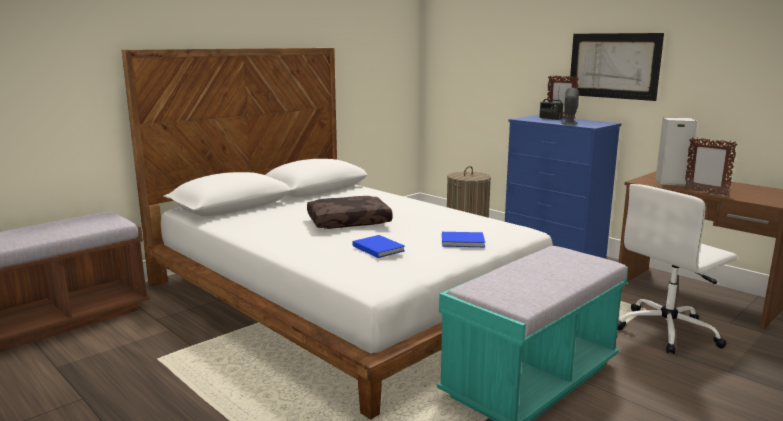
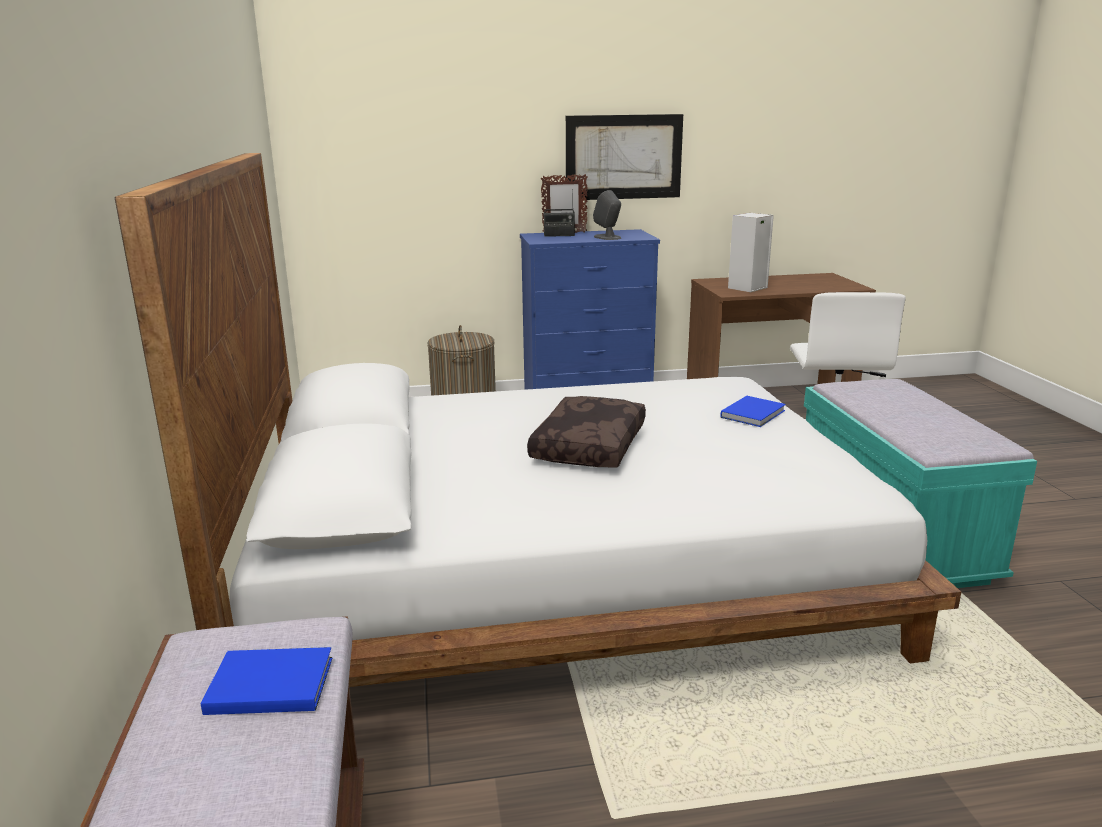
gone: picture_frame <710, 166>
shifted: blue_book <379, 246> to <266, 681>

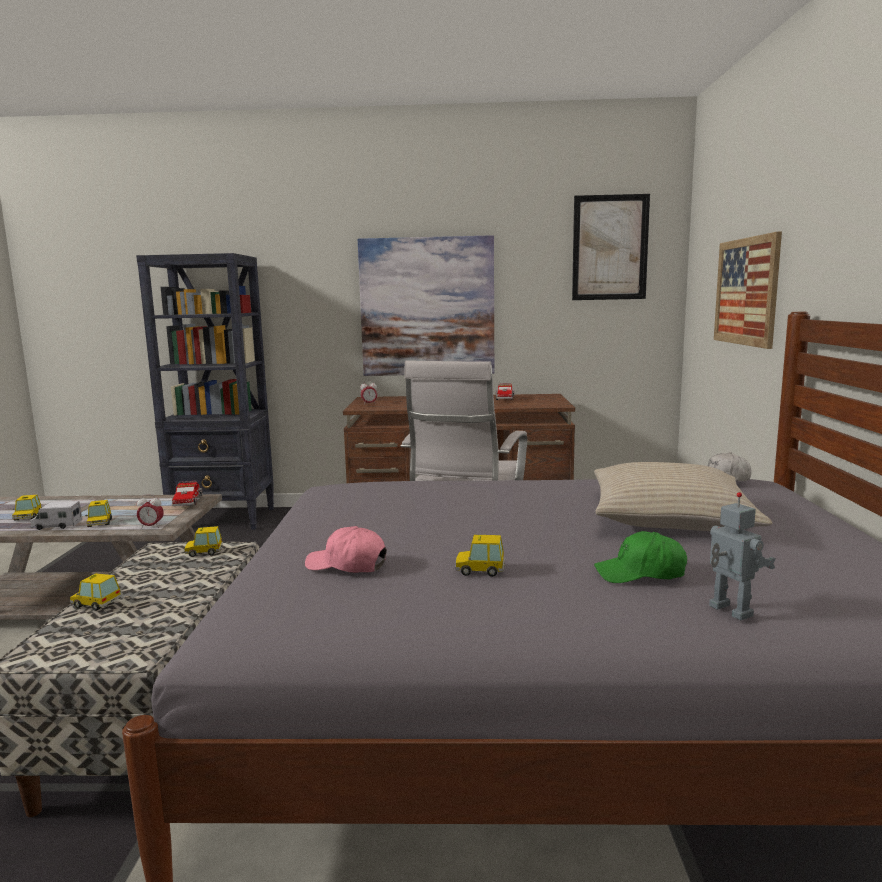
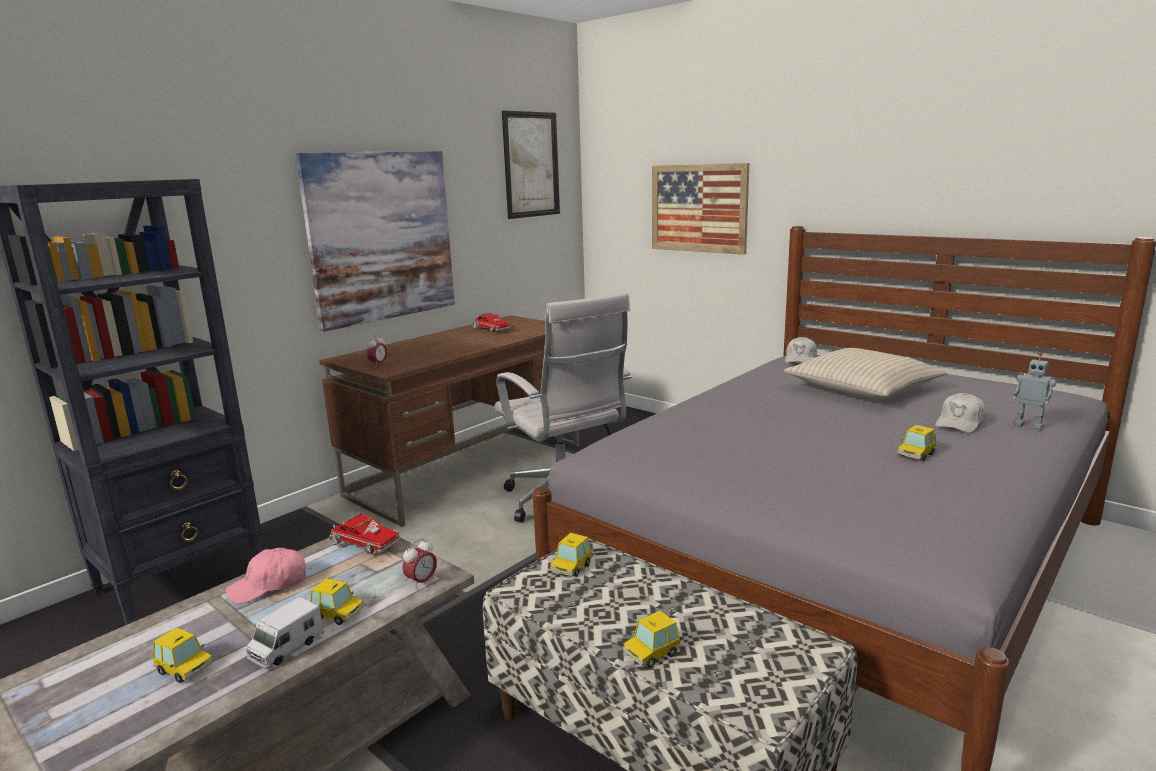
shifted: pink_cap <346, 549> to <265, 576>
repainted: green_cap <640, 557> to white_cap <960, 413>
rotated: toy_robot <742, 556> = <1034, 390> 150 degrees counterclockwise

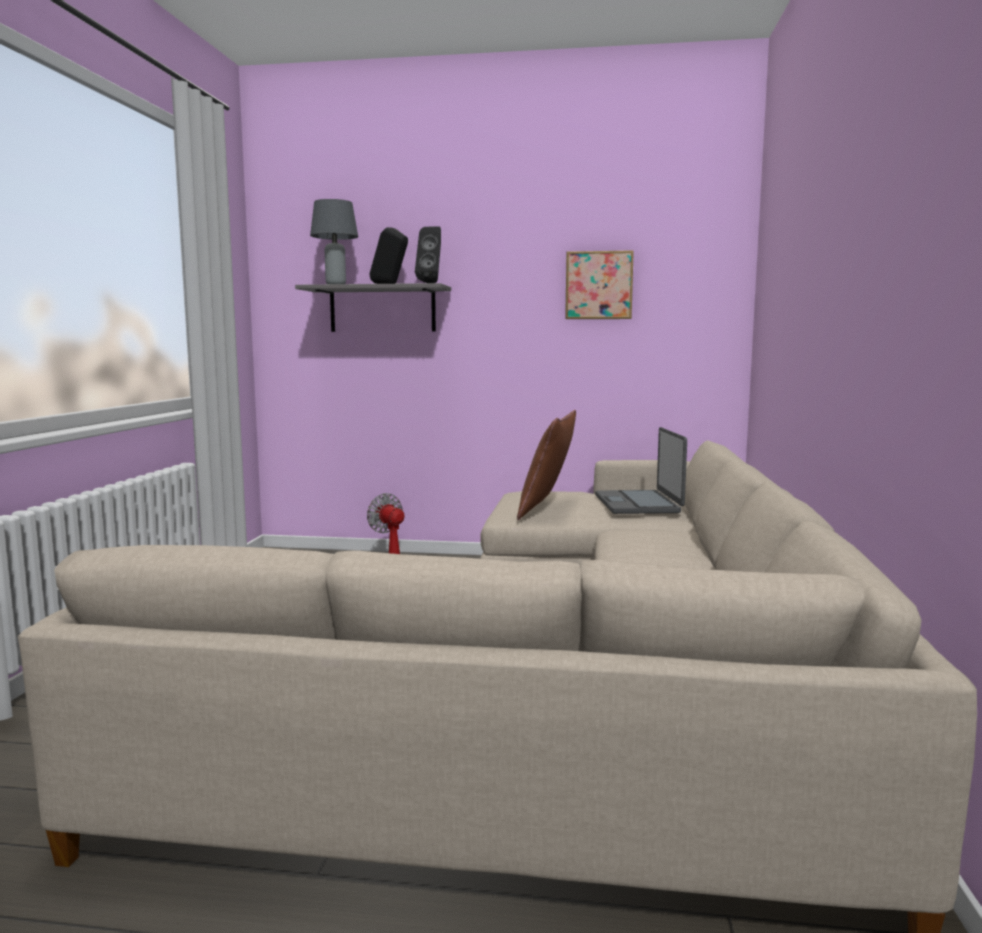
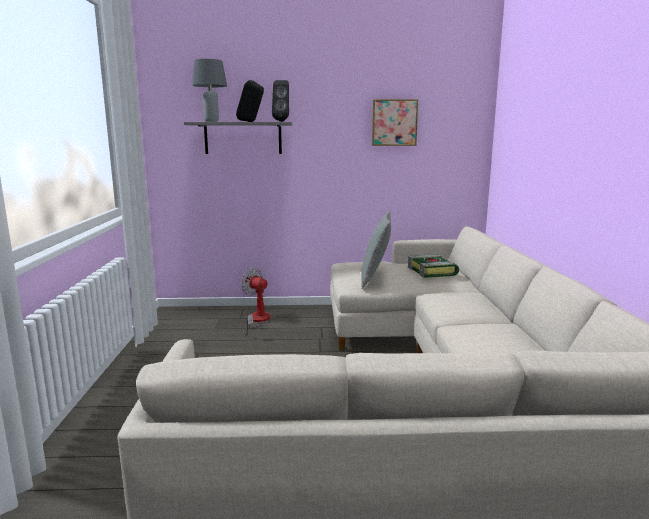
swapped: laptop <641, 470> to book <433, 266>
repainted: brown_pillow <546, 465> to grey_pillow <376, 250>

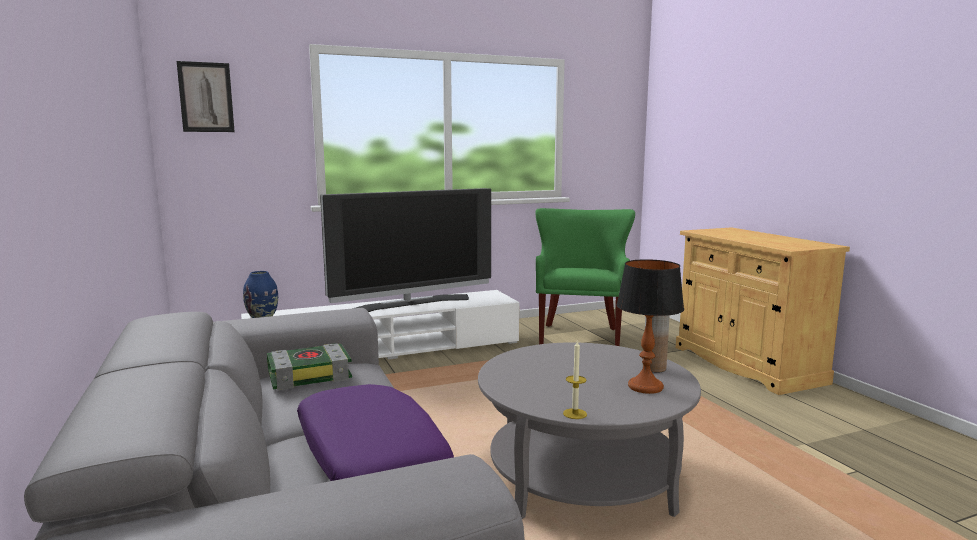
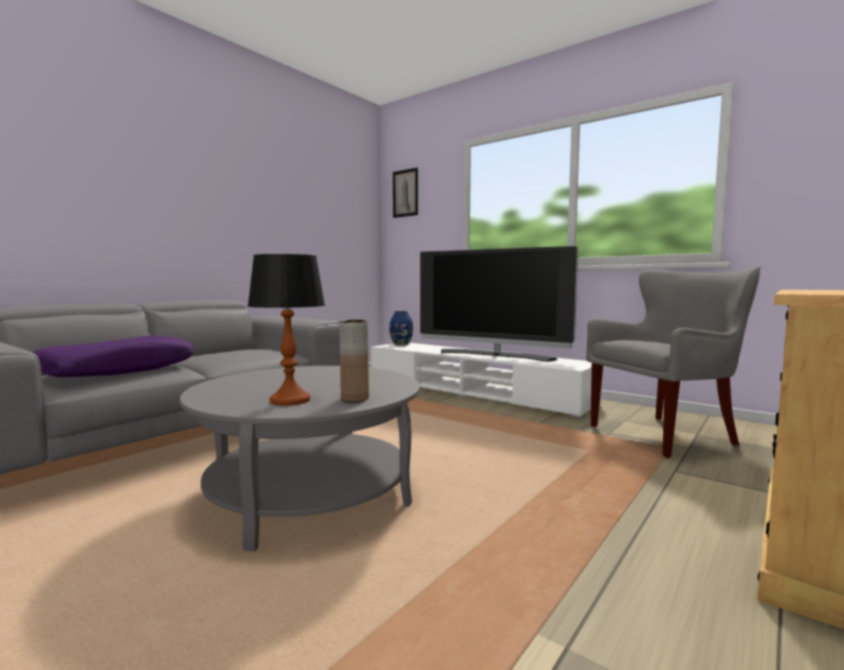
gone: book <309, 366>; candle <575, 380>
repainted: green_armchair <585, 277> to grey_armchair <673, 362>

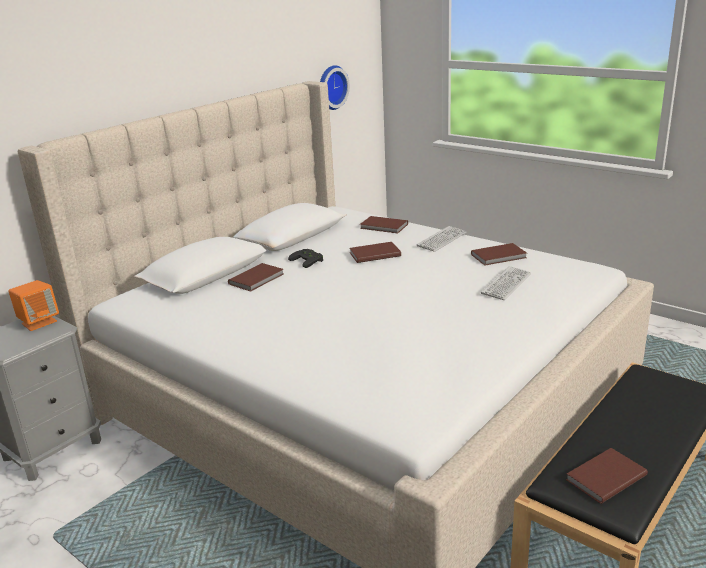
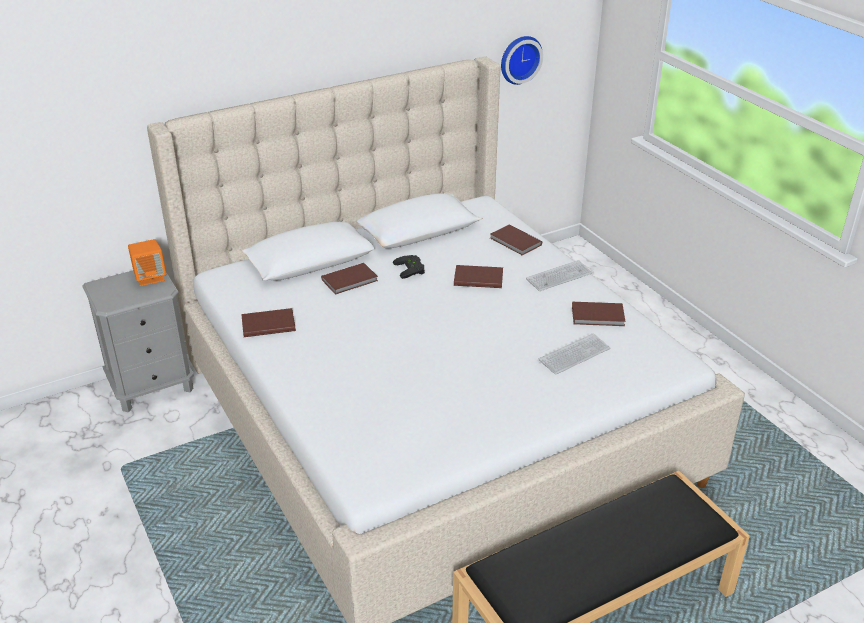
shifted: brown_book <607, 476> to <268, 322>

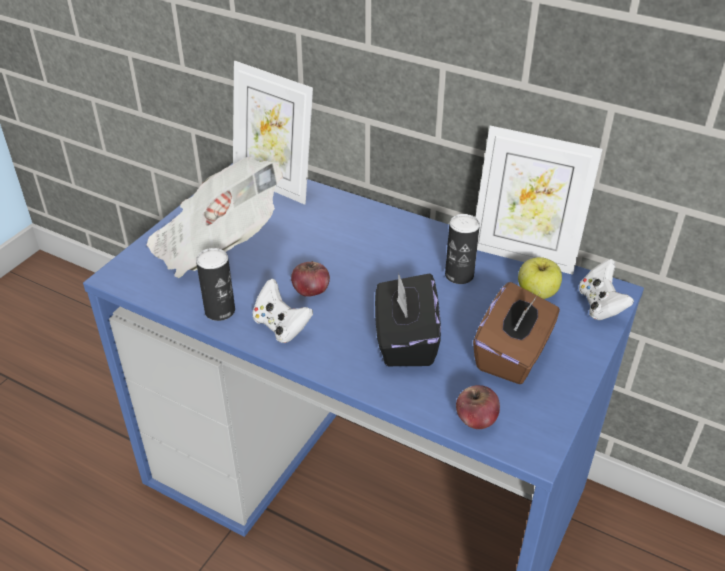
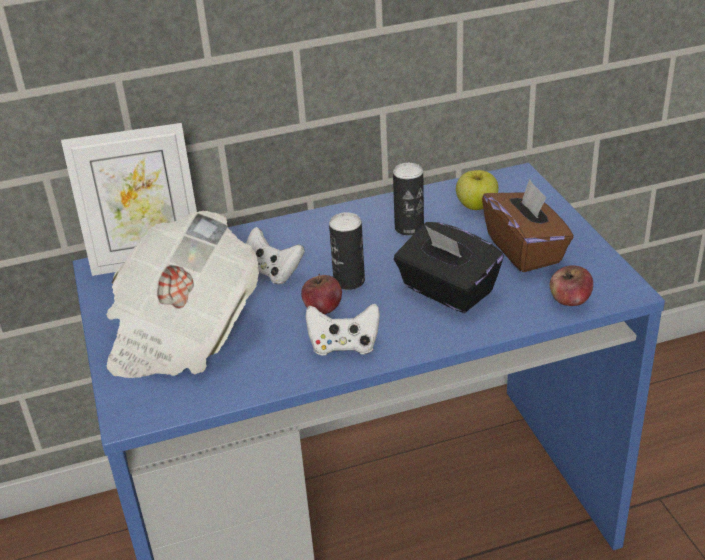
gone: picture_frame <539, 200>
shifted: can <215, 284> to <347, 251>; white_game_controller <606, 289> to <275, 255>

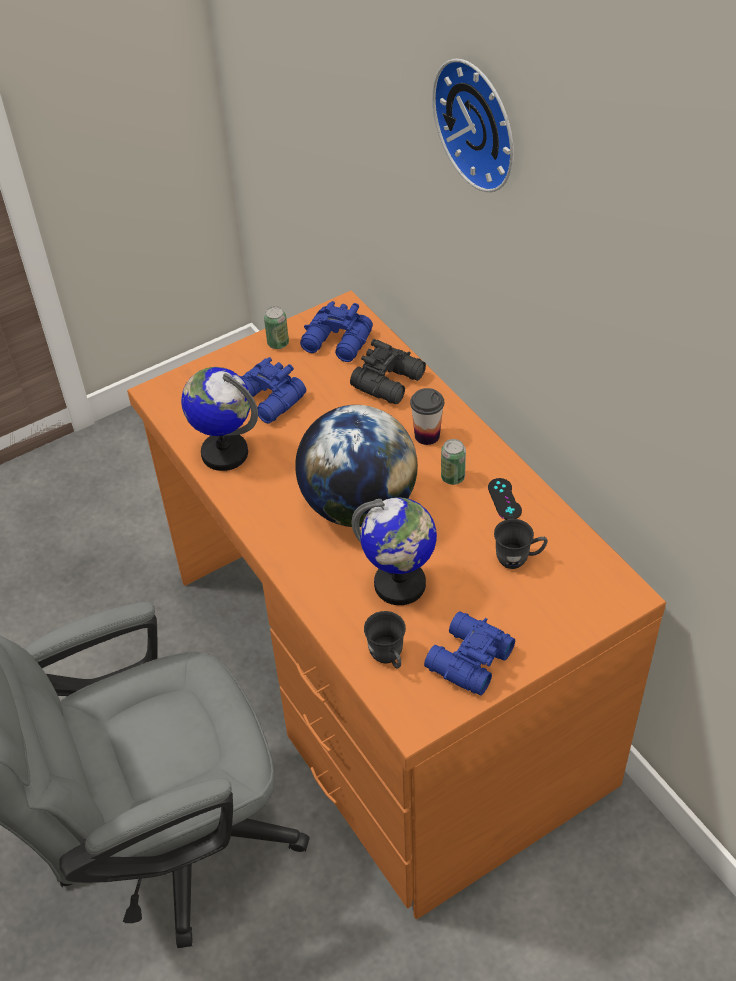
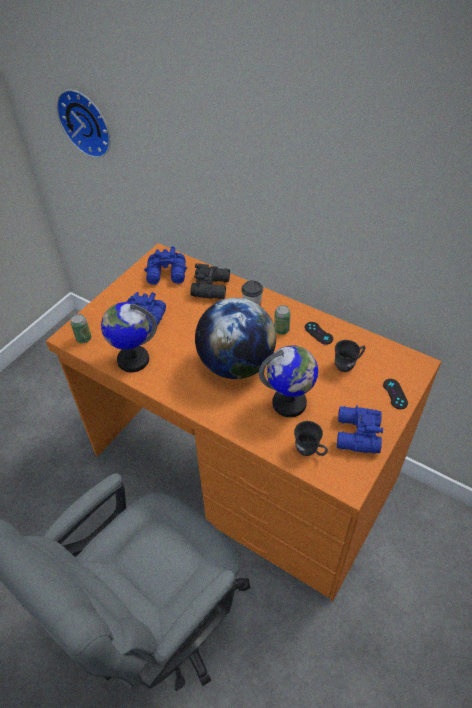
new: black_game_controller <395, 394>
shifted: can <276, 327> to <80, 328>; wall_clock <473, 125> to <83, 123>

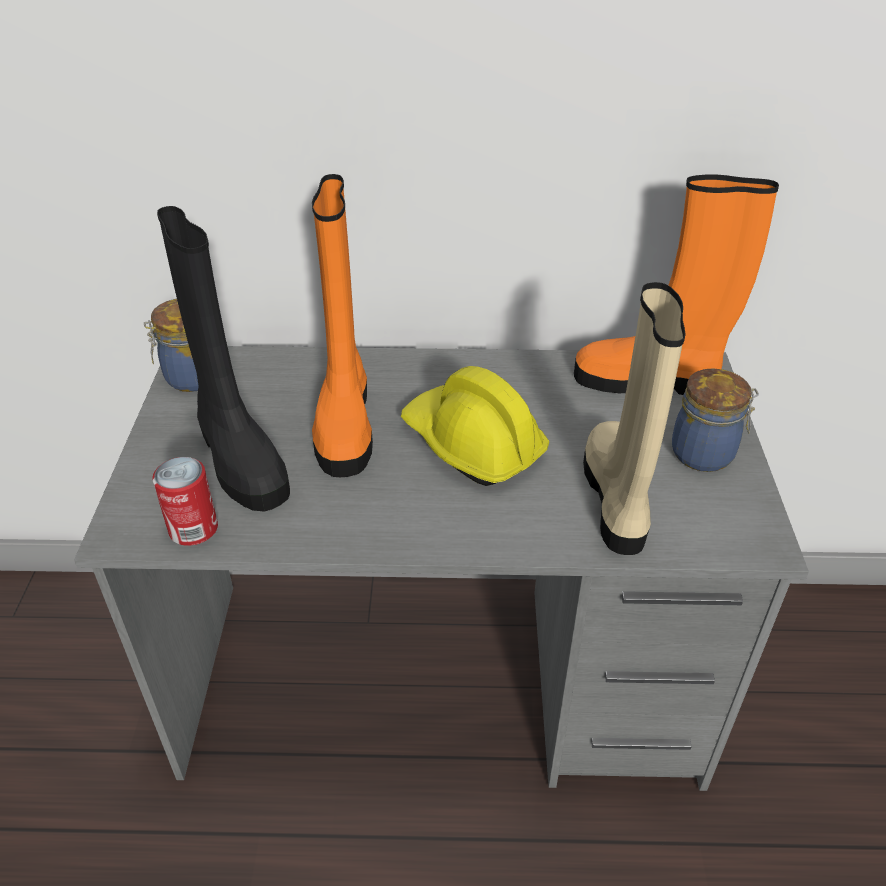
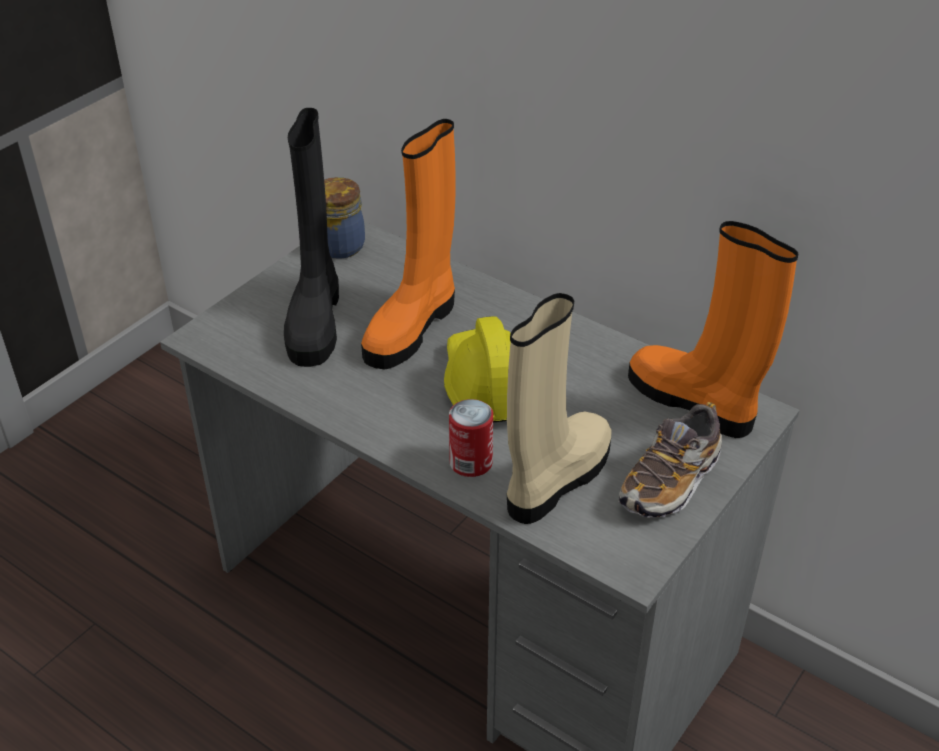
shifted: can <185, 501> to <471, 438>
swapped: jar <715, 420> to shoe <670, 459>

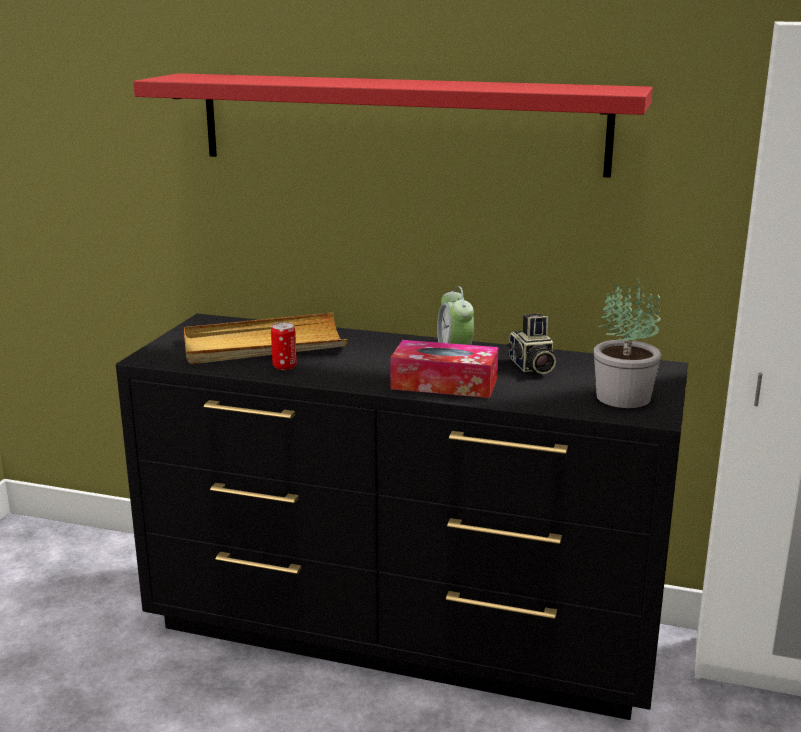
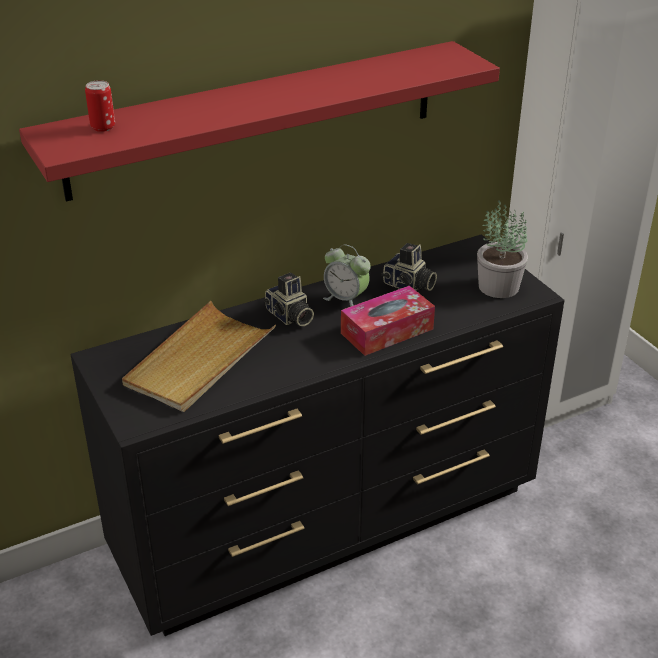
new: photo_camera <288, 299>
shifted: can <284, 346> to <100, 106>

